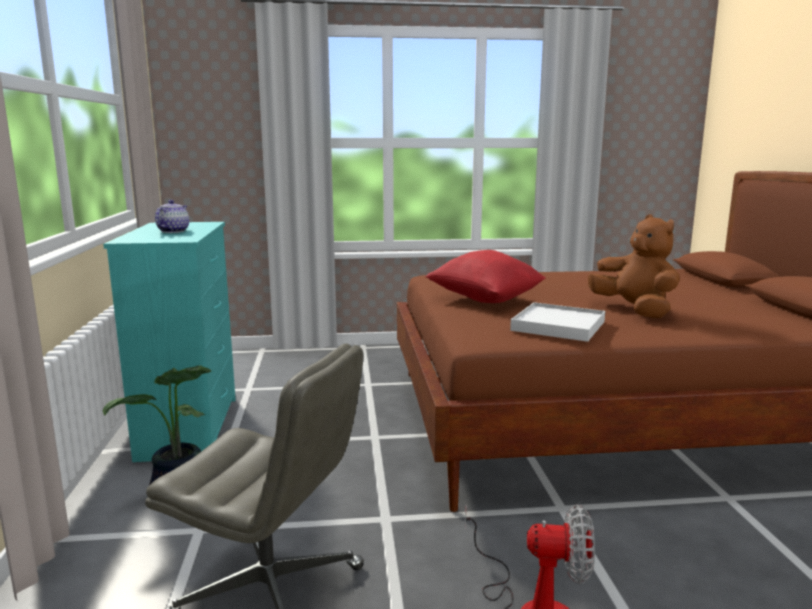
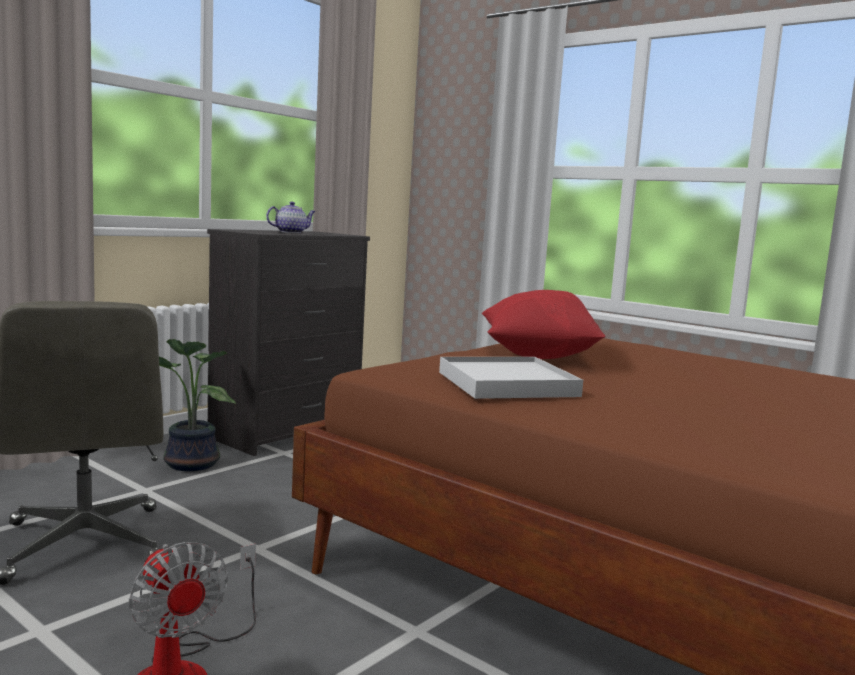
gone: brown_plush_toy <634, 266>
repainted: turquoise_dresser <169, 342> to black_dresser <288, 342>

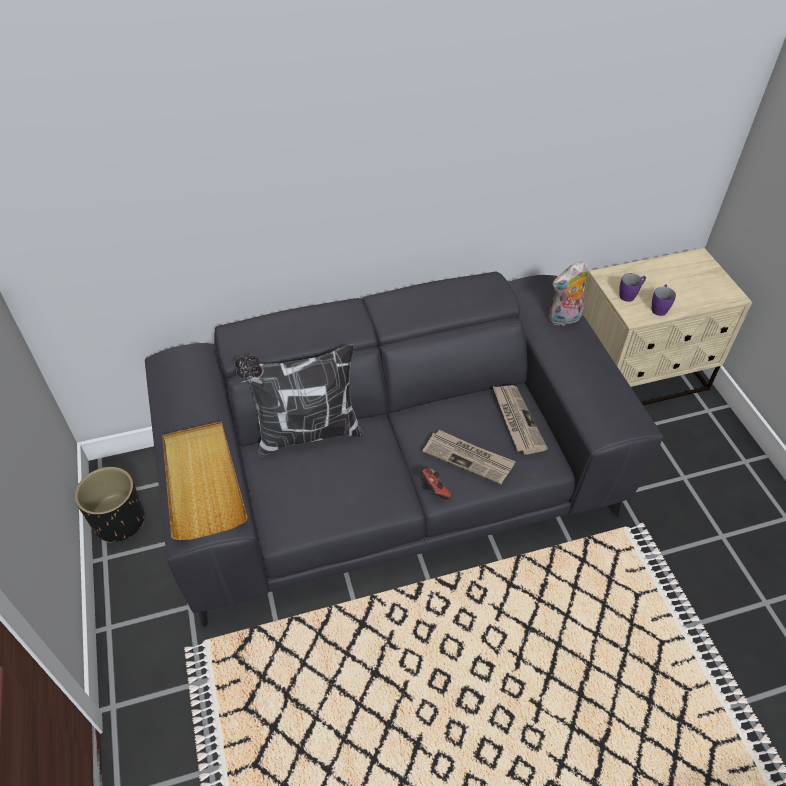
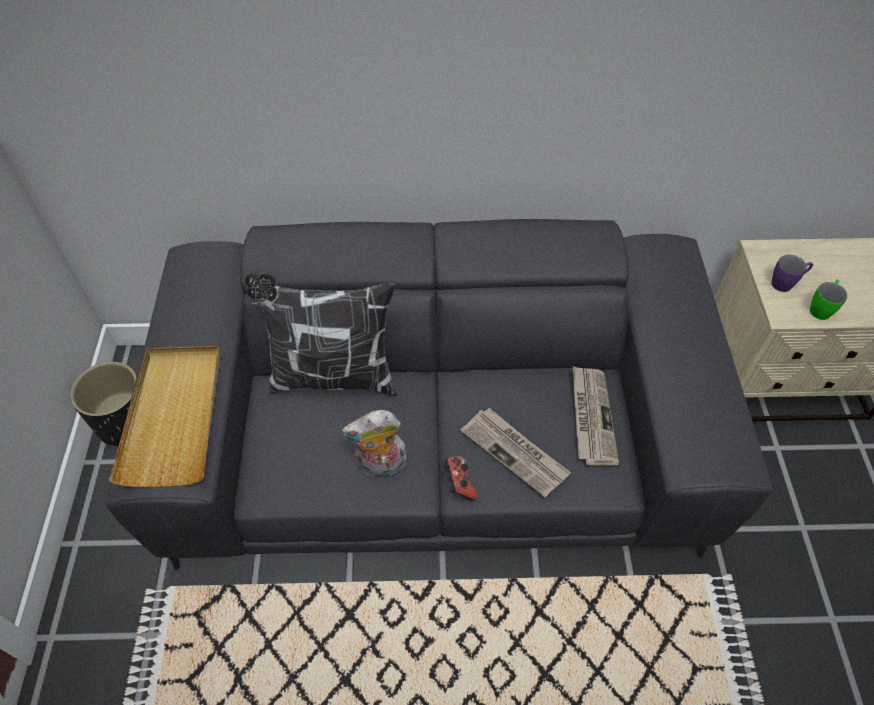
shifted: plush_toy <568, 294> to <374, 444>
repainted: purple_mug <663, 300> to green_mug <828, 300>

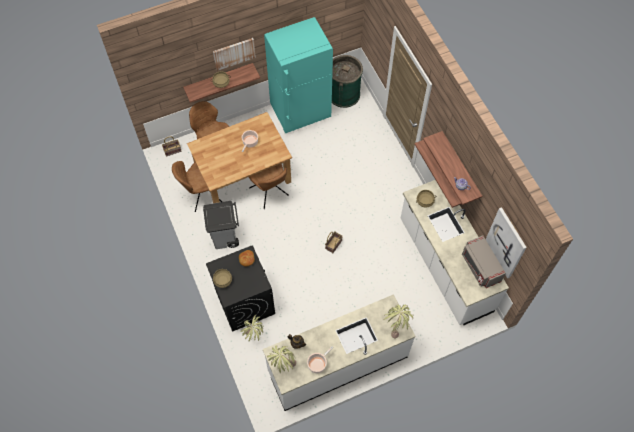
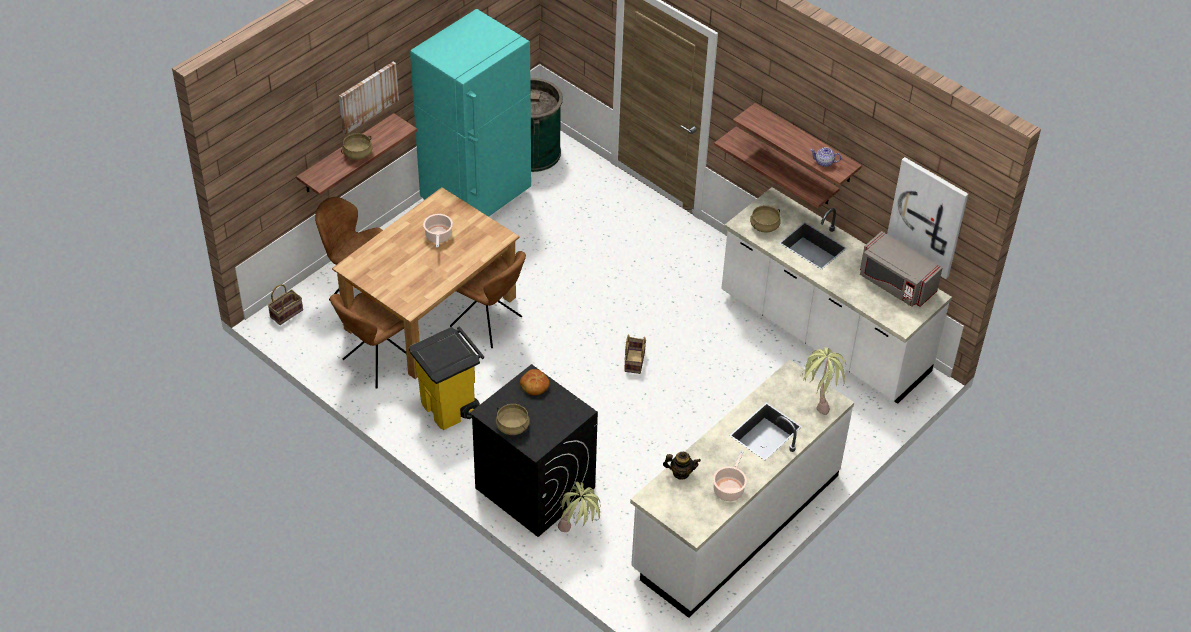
gone: potted_plant <281, 359>
repainted: grey_trash_can <221, 225> to yellow_trash_can <446, 378>

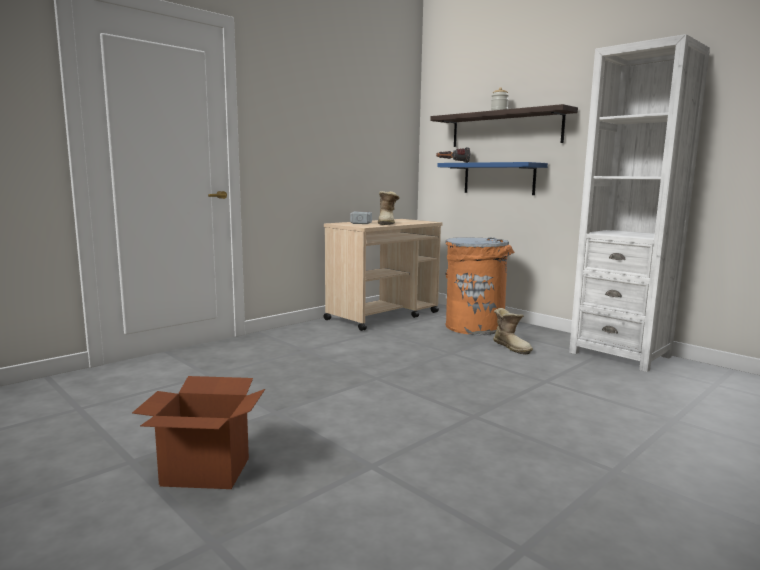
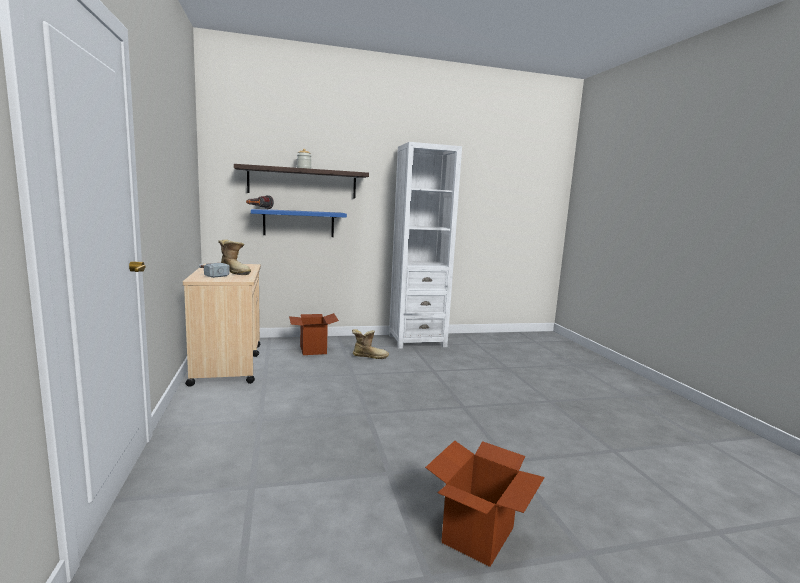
swapped: orange_trash_can <479, 286> to cardboard_box <314, 334>

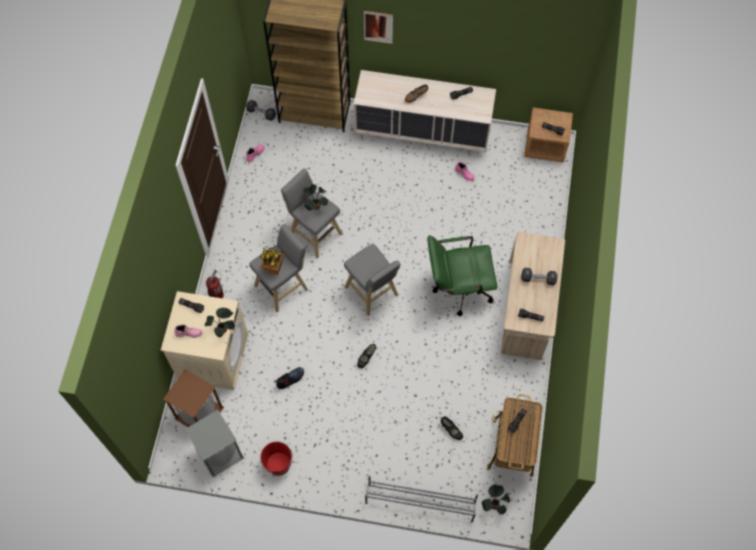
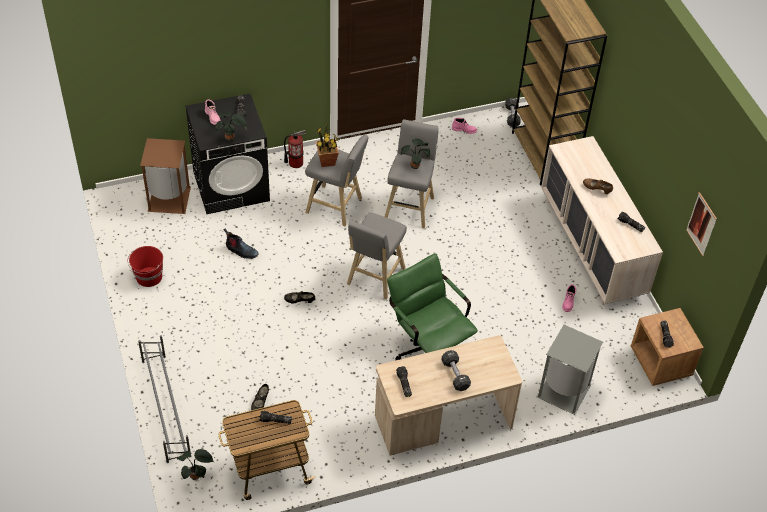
shifted: grey_trash_can <214, 443> to <570, 370>; picture <378, 27> to <701, 224>
repainted: beige_washing_machine <204, 340> to black_washing_machine <227, 154>

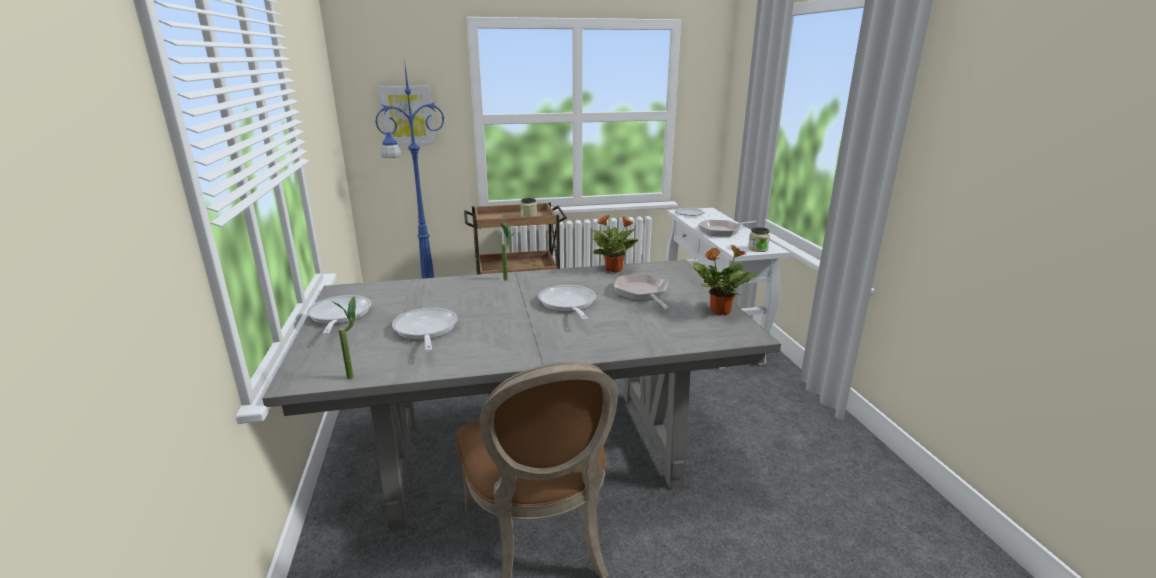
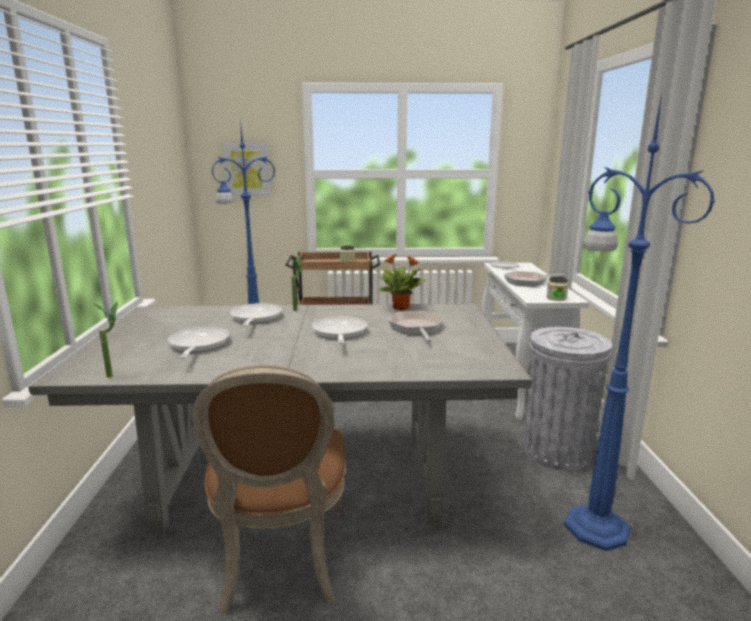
gone: potted_plant <725, 280>
new: grey_trash_can <568, 399>; blue_floor_lamp <640, 322>
shifted: frying_pan <339, 315> to <256, 315>

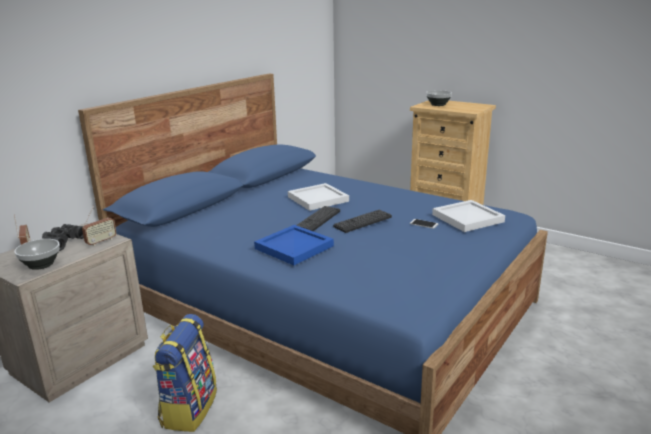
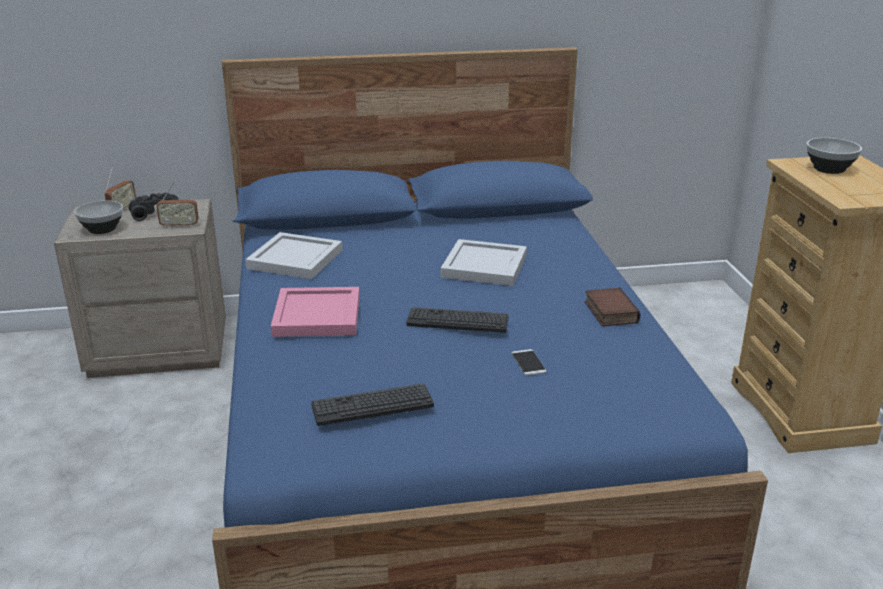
gone: backpack <185, 373>
new: book <612, 307>
shifted: keyboard <318, 218> to <372, 404>; white_tray <468, 216> to <293, 255>
repainted: blue_tray <294, 245> to pink_tray <315, 312>

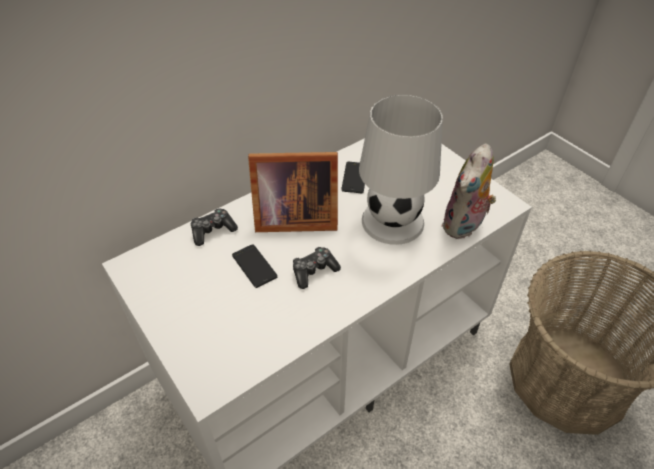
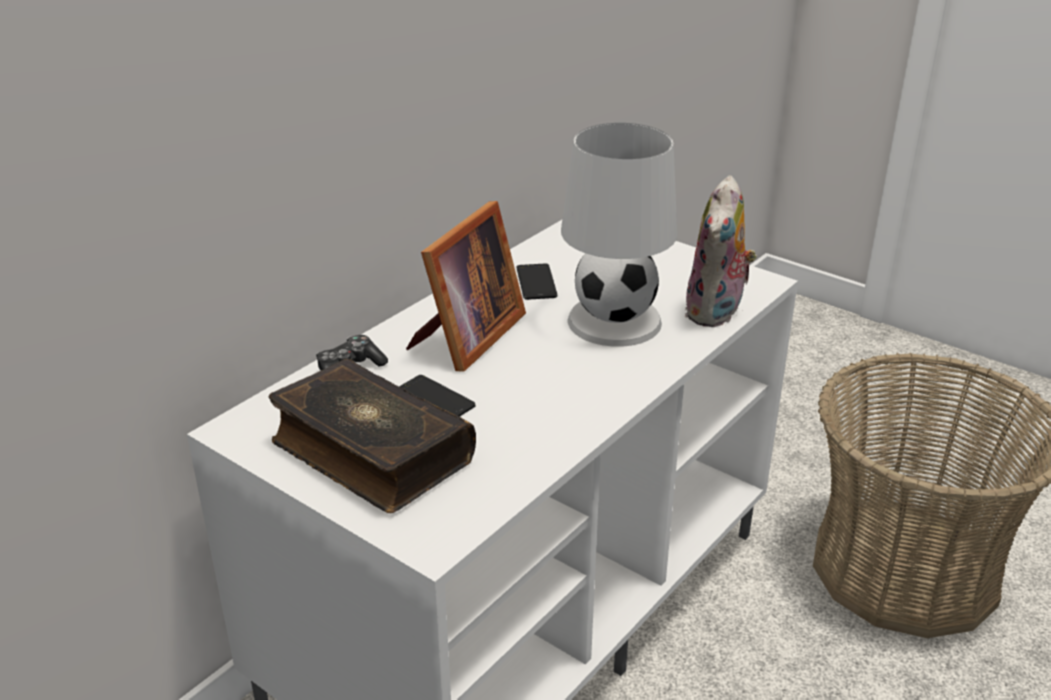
gone: game_controller <317, 268>
new: book <372, 436>
rotated: picture_frame <293, 192> = <466, 286> 45 degrees counterclockwise

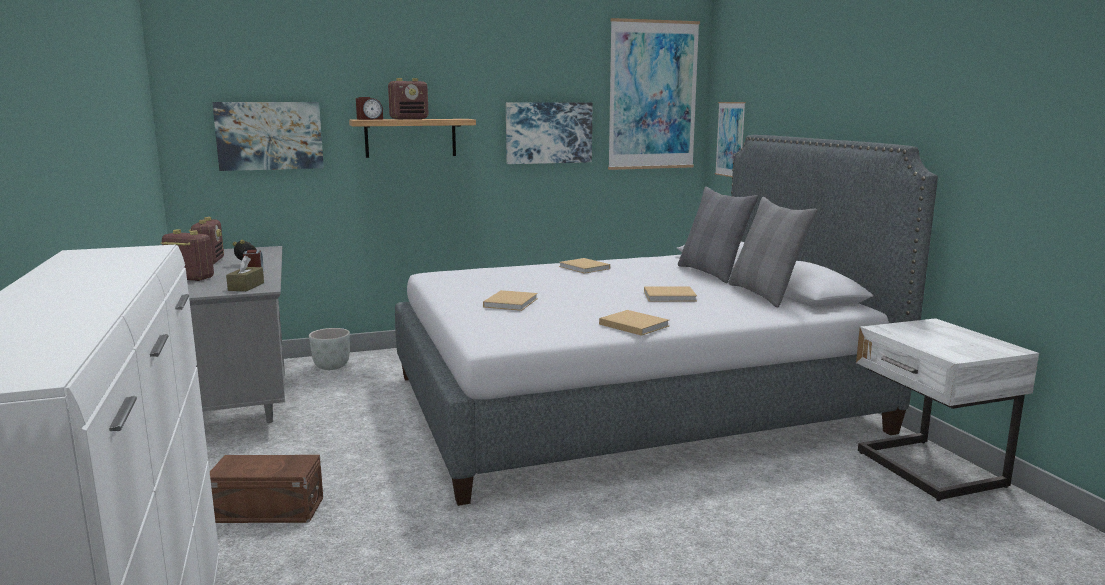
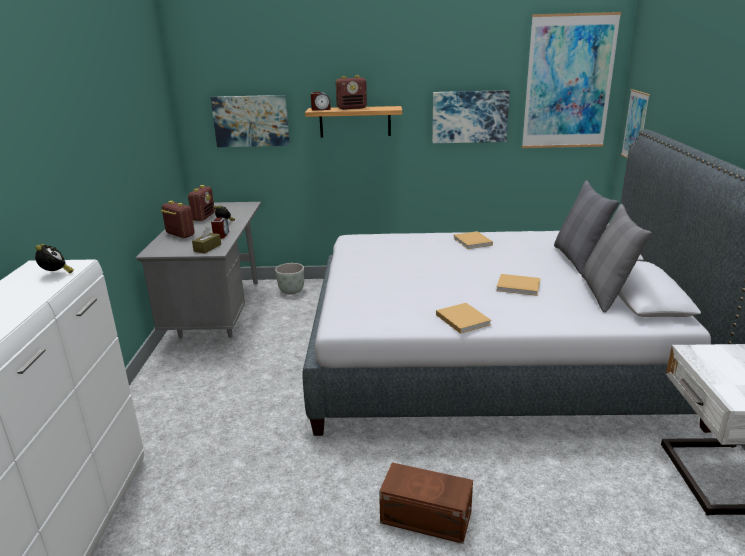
gone: beige_book <510, 300>
new: alarm_clock <54, 258>
shifted: brown_storage_box <266, 489> to <426, 503>

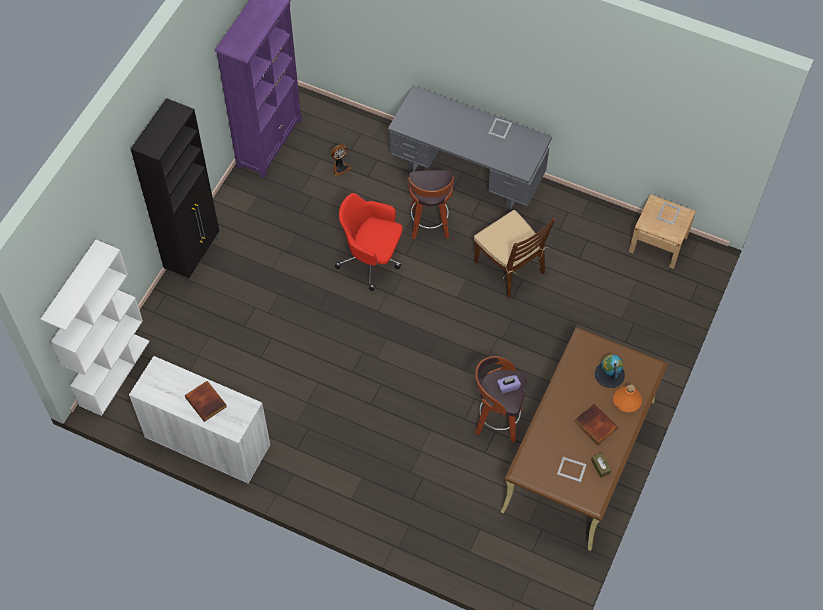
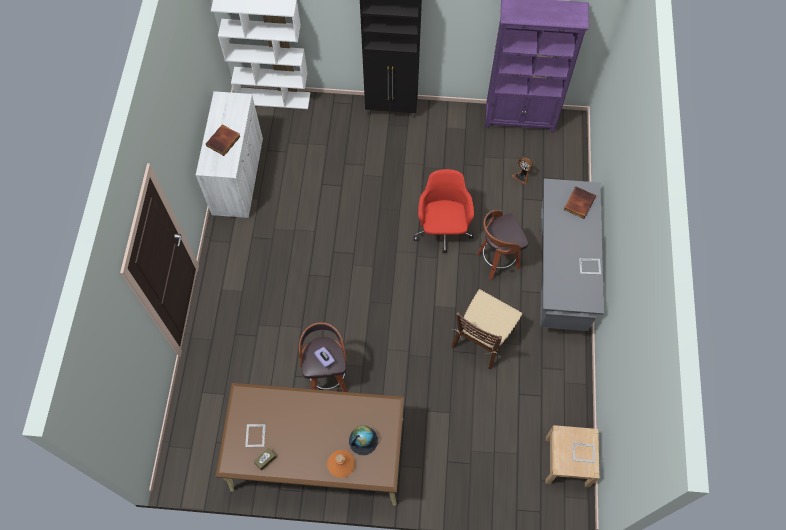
shifted: book <596, 424> to <579, 202>

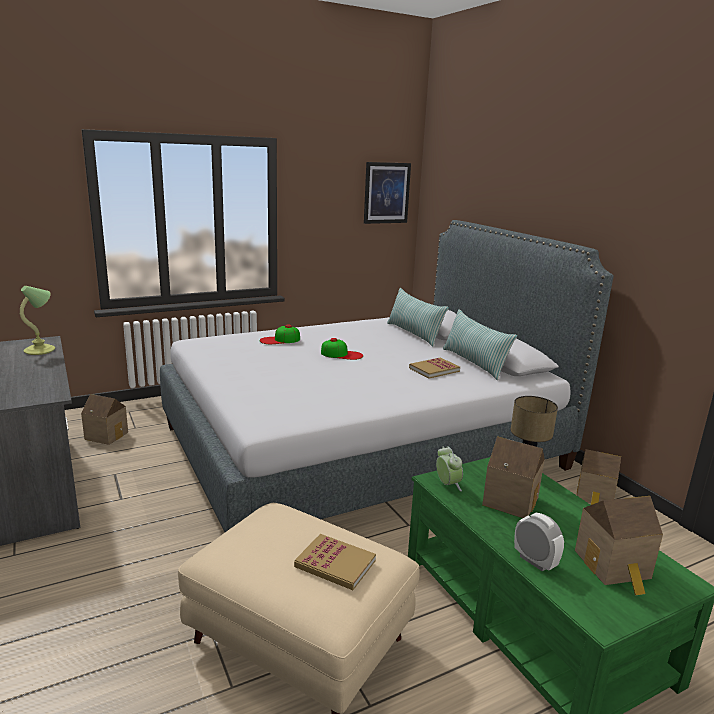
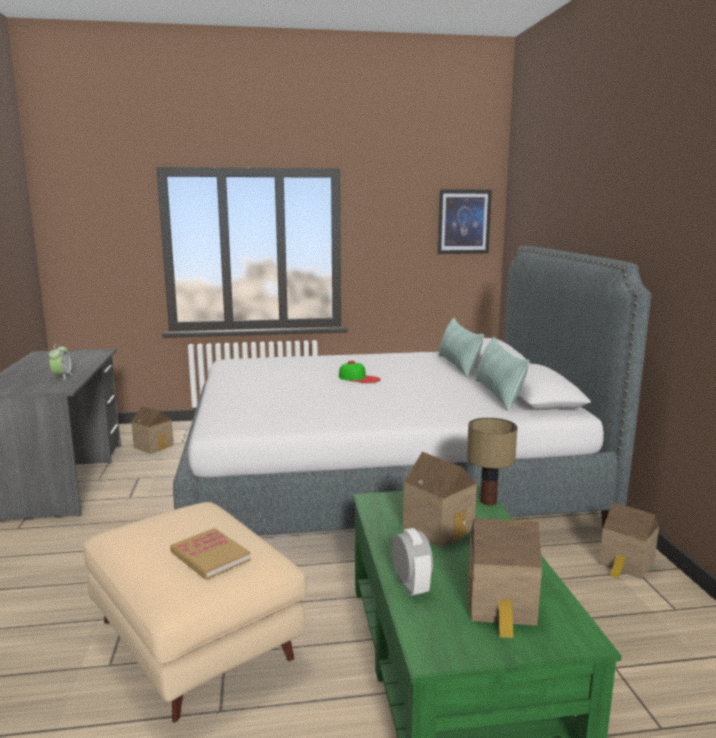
gone: table_lamp <37, 320>; cap <280, 334>; book <434, 368>
shifted: alarm_clock <449, 468> to <61, 362>

